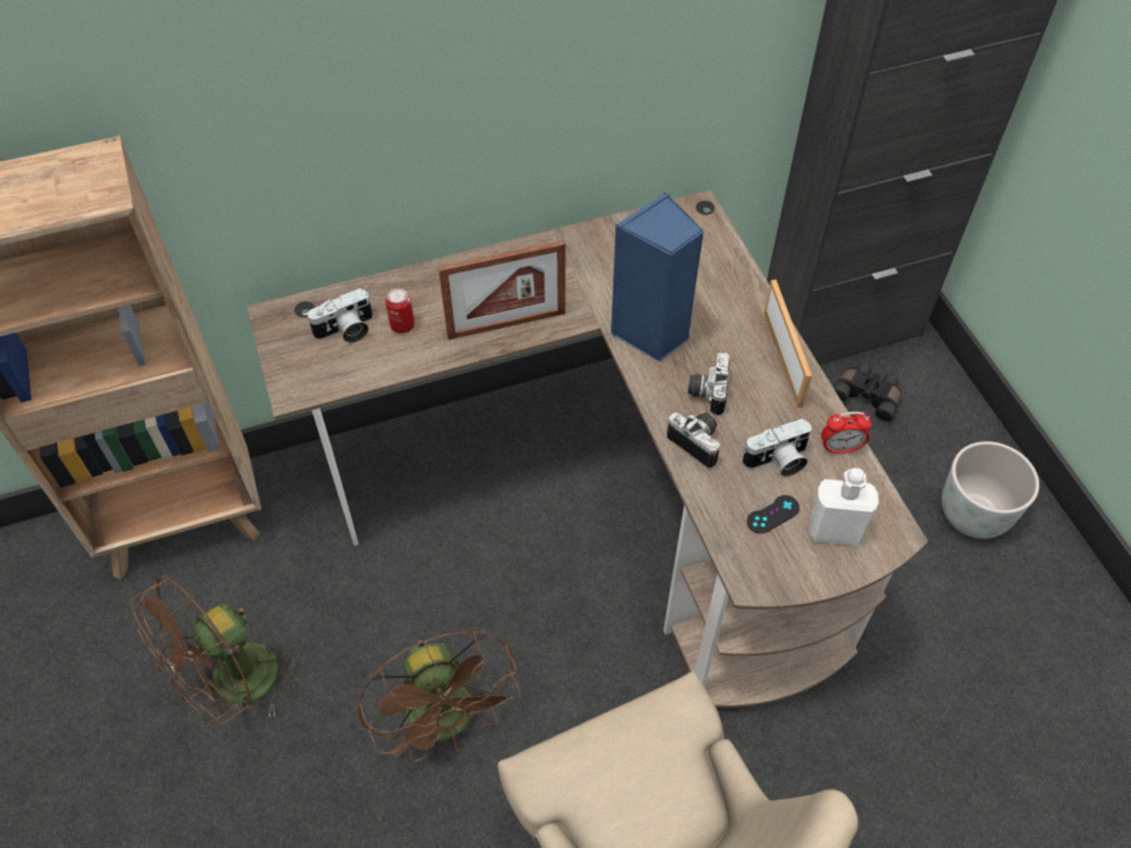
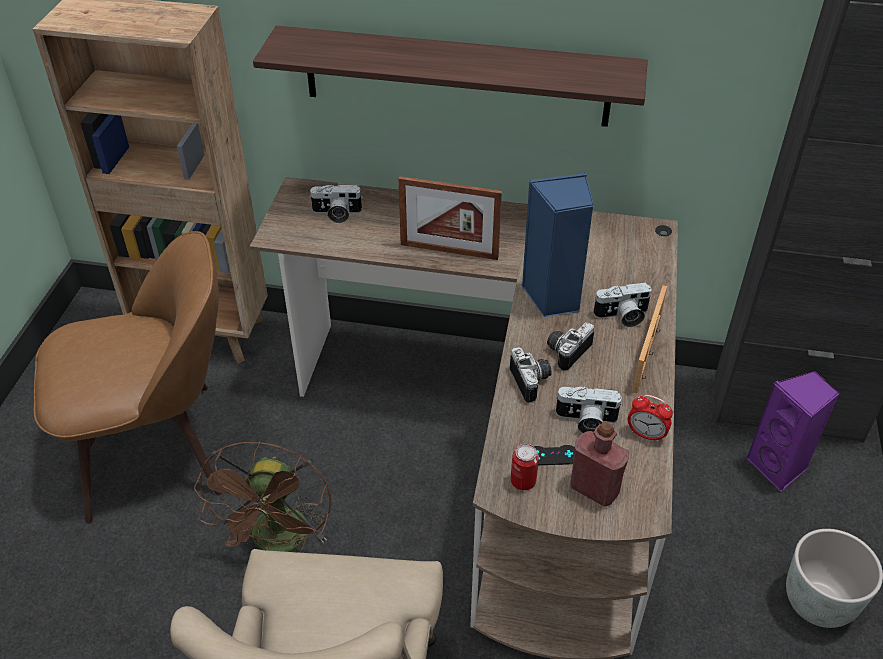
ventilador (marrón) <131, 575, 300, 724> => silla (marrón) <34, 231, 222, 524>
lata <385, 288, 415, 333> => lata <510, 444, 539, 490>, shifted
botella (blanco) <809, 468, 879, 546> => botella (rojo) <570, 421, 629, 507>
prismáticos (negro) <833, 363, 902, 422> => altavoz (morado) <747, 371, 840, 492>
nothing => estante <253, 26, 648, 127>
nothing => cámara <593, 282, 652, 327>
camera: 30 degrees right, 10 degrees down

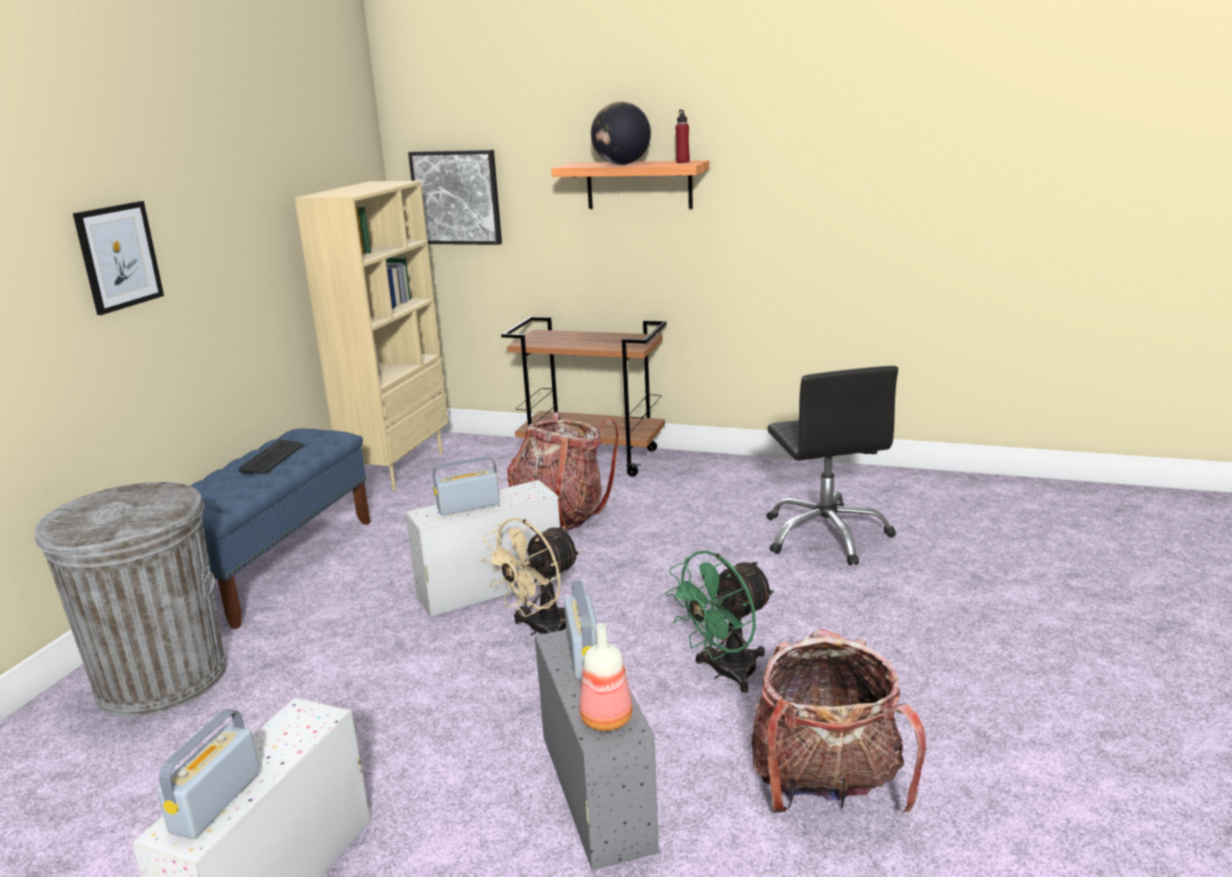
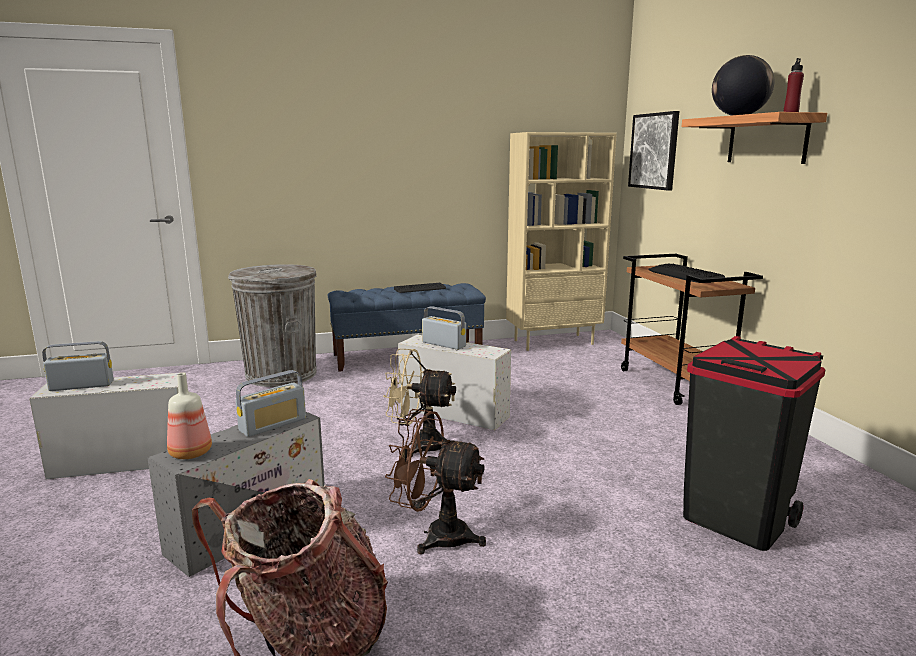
cuadro <73, 201, 164, 315> => nothing
mochila <507, 412, 619, 532> => nothing
ventilador (verde) <665, 550, 774, 692> => ventilador (marrón) <385, 409, 486, 555>
silla de oficina (negro) <767, 366, 898, 566> => papelera (negro) <683, 336, 825, 551>
nothing => teclado <648, 263, 725, 283>
camera: 55 degrees right, 5 degrees down

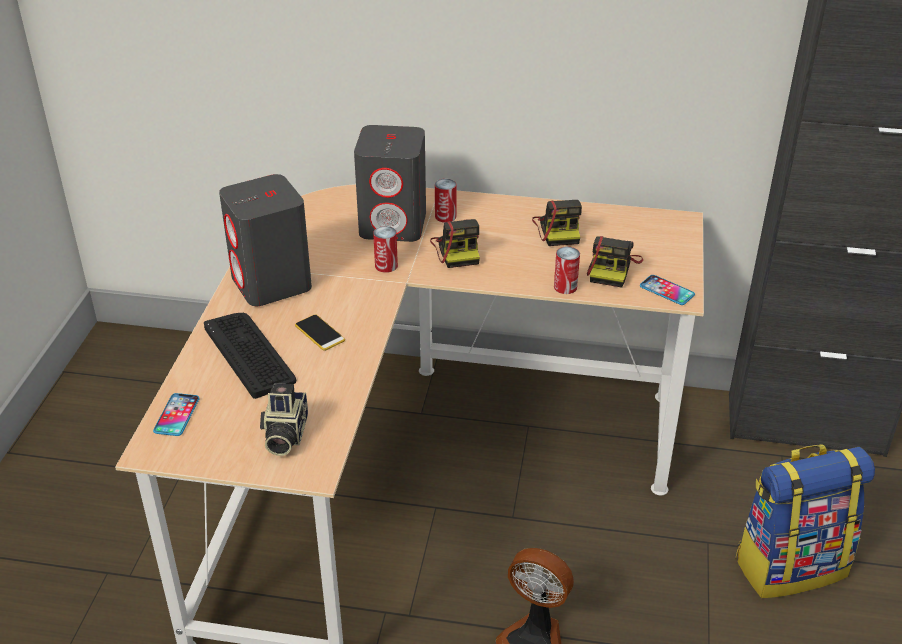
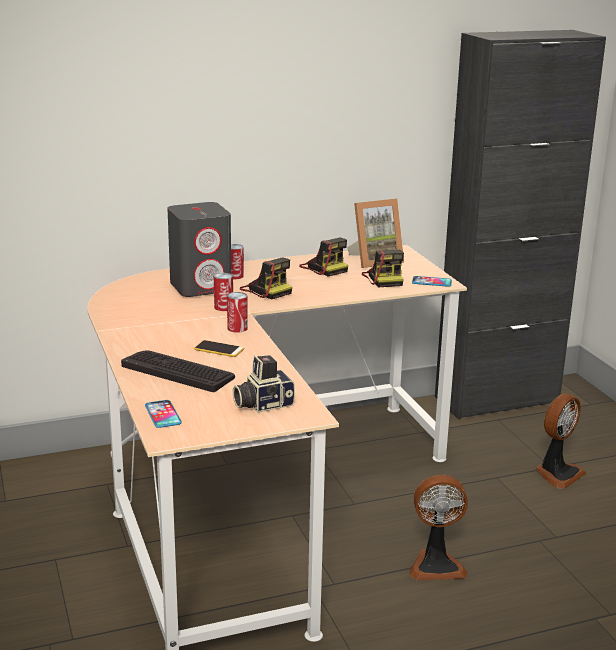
altavoz (gris) <219, 174, 312, 306> => nothing
cámara <260, 383, 308, 456> => cámara <233, 355, 295, 412>, 90 degrees clockwise
lata <554, 247, 580, 294> => lata <227, 292, 248, 333>, shifted
mochila <735, 444, 875, 598> => ventilador <536, 393, 586, 489>
nothing => portarretratos <347, 199, 404, 268>
camera: 30 degrees left, 15 degrees down

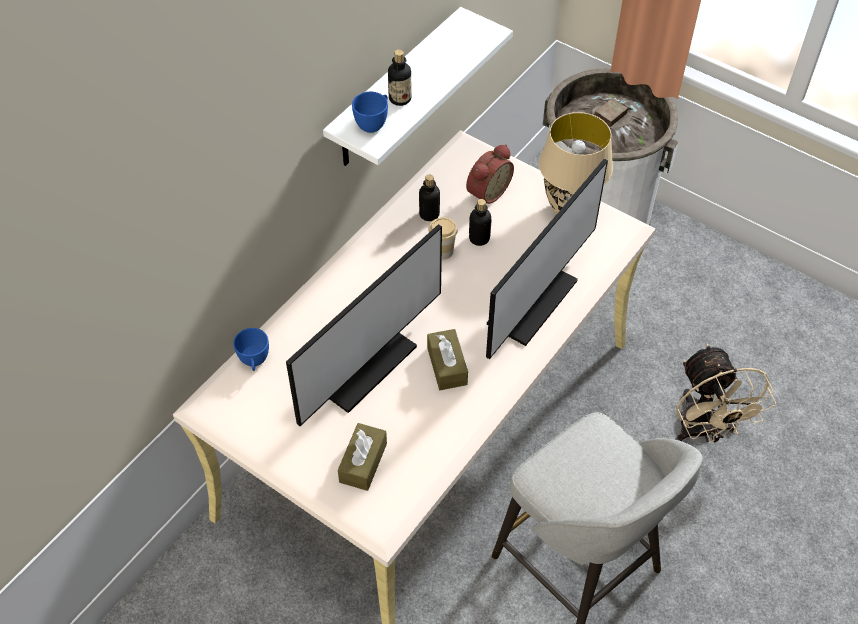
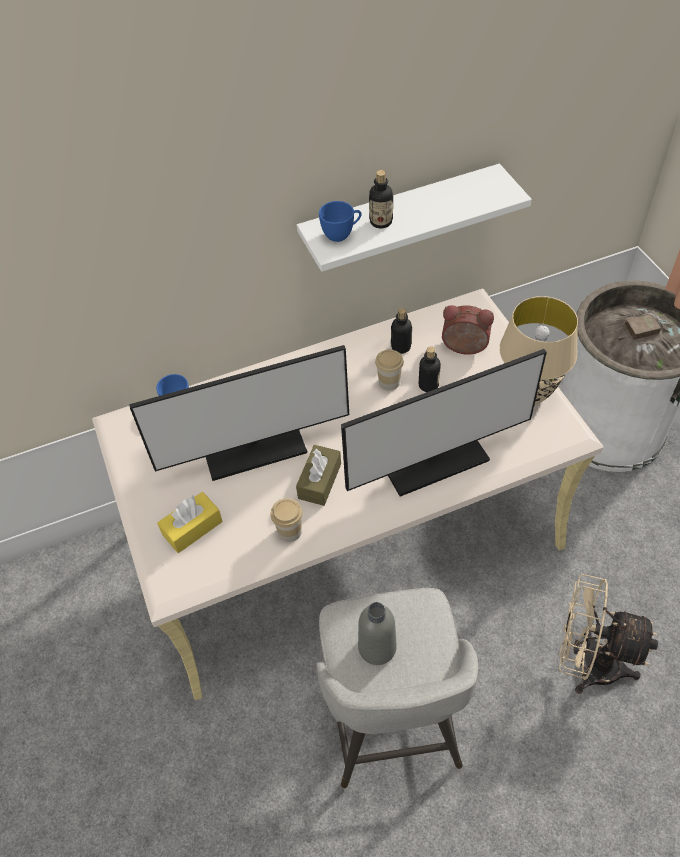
caja de pañuelos (marrón) <338, 423, 387, 491> => caja de pañuelos (amarillo) <157, 492, 223, 553>
despertador <466, 144, 514, 204> => despertador <442, 305, 494, 355>, 150 degrees counterclockwise
ventilador (beis) <675, 344, 776, 443> => ventilador (beis) <559, 574, 658, 694>, 90 degrees clockwise
nothing => taza <270, 498, 303, 542>
nothing => botella (gris) <358, 602, 396, 665>
camera: 35 degrees right, 0 degrees up

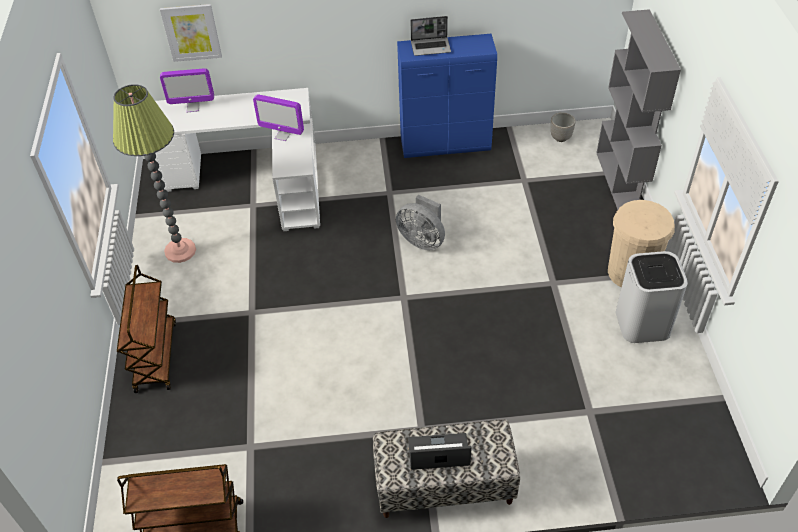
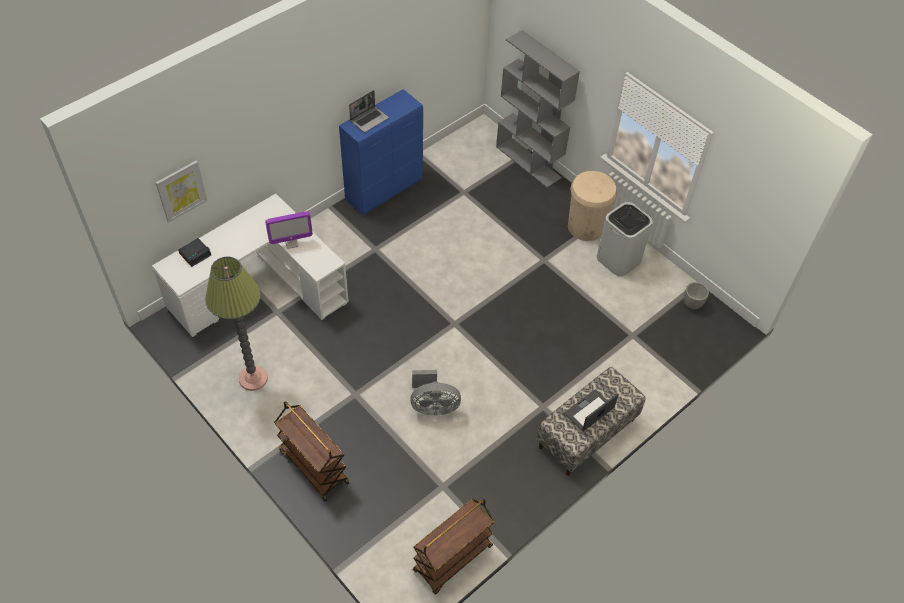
monitor <160, 68, 214, 112> => despertador <178, 238, 211, 267>
ventilador (gris) <396, 195, 445, 250> => ventilador (gris) <410, 370, 461, 415>, shifted
maceta <550, 112, 576, 142> => maceta <684, 282, 709, 309>, shifted
camera: 40 degrees left, 5 degrees up

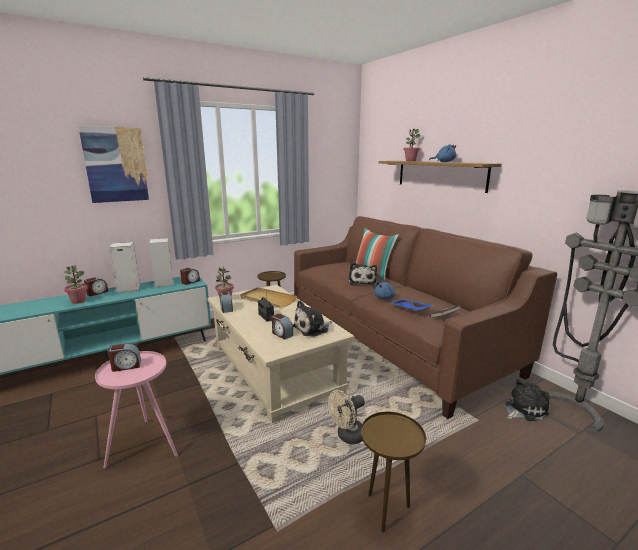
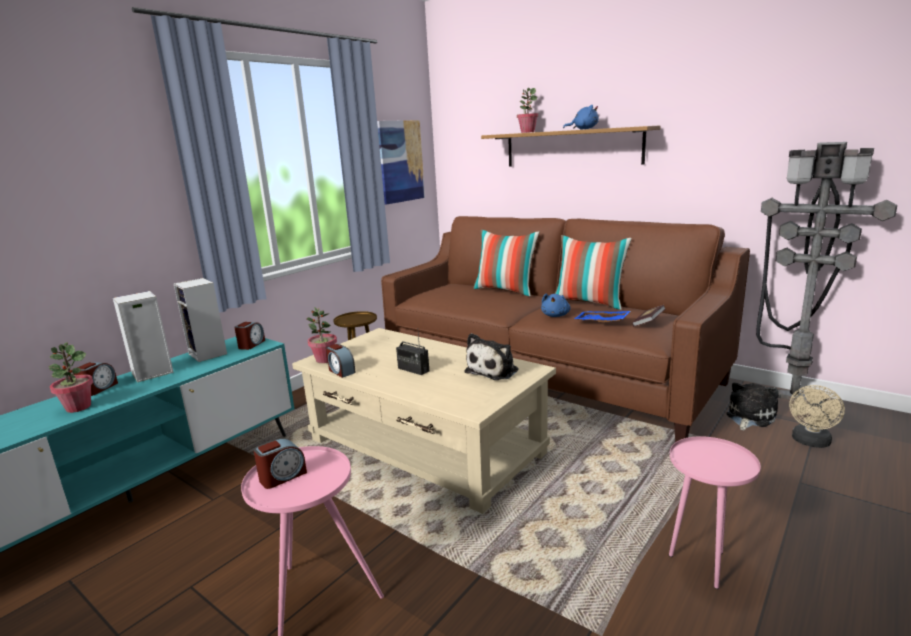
cuadro <78, 126, 150, 203> => cuadro <377, 120, 425, 205>, shifted
bandeja (beis) <240, 287, 297, 308> => nothing
despertador <272, 314, 293, 340> => nothing
ventilador (beis) <328, 390, 365, 444> => ventilador (beis) <789, 385, 845, 448>, shifted
peluche <349, 262, 377, 285> => nothing
mesa auxiliar (marrón) <361, 412, 426, 532> => mesa auxiliar (rosa) <669, 436, 761, 589>
nothing => cojín <555, 235, 632, 310>
camera: 20 degrees left, 0 degrees up

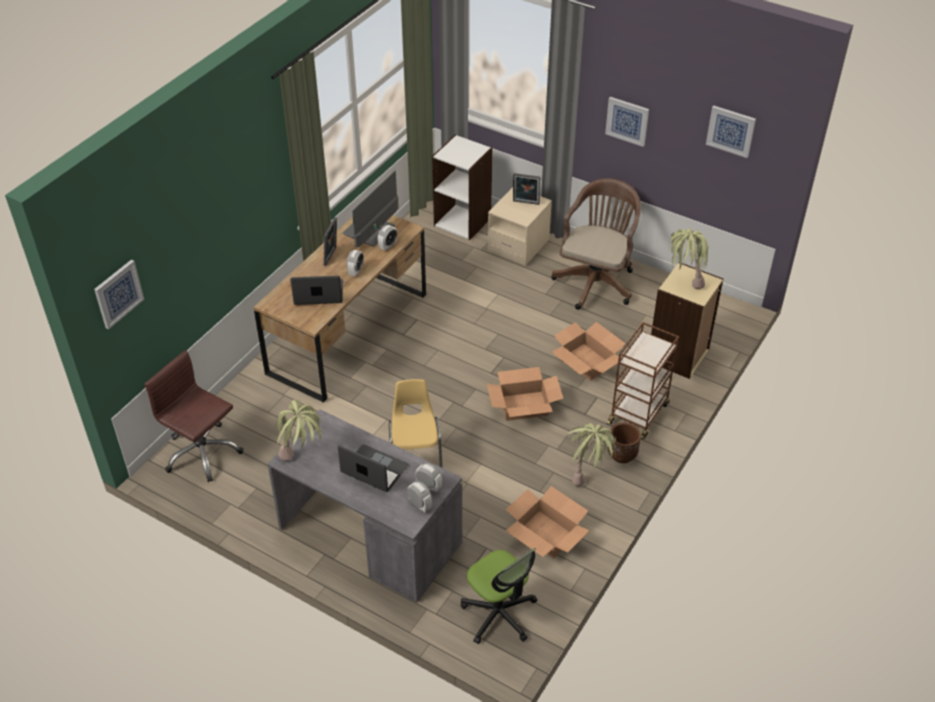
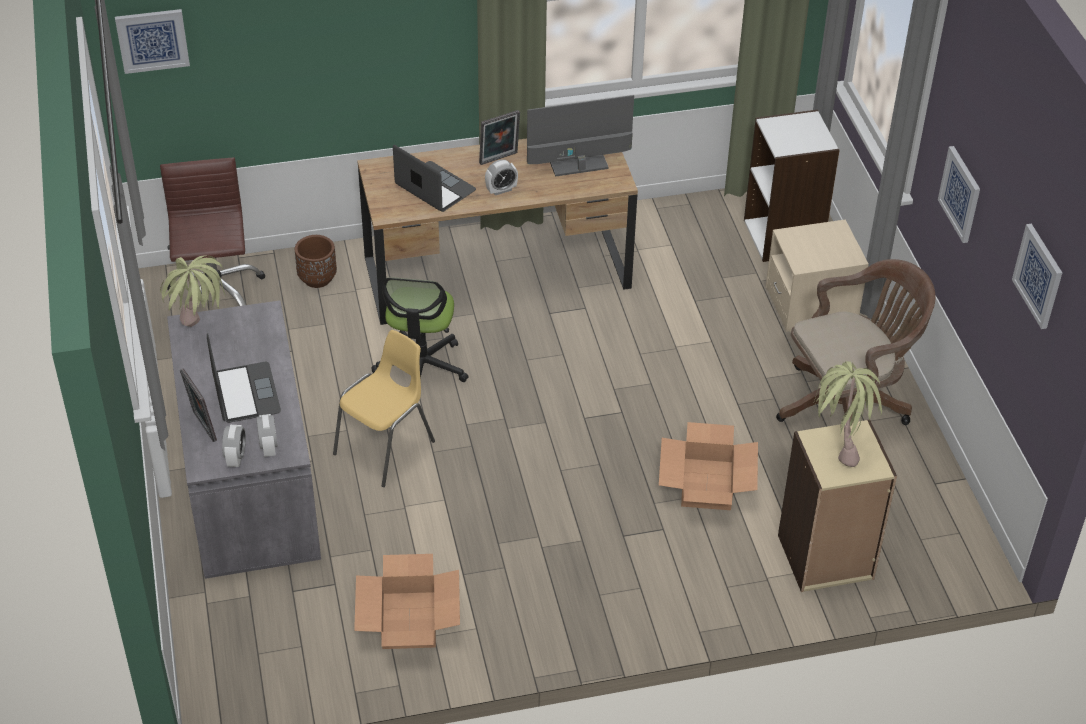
despertador <377, 225, 397, 251> => nothing
silla de oficina <460, 548, 537, 644> => silla de oficina <371, 277, 469, 382>, shifted
caja de cartón <487, 367, 564, 421> => nothing
portarretratos <513, 173, 540, 205> => portarretratos <180, 368, 217, 442>, shifted
planta en maceta <567, 423, 616, 487> => nothing
carrito (marrón) <607, 322, 679, 440> => nothing
maceta (marrón) <608, 423, 641, 463> => maceta (marrón) <295, 235, 337, 288>, shifted
camera: 45 degrees right, 0 degrees up

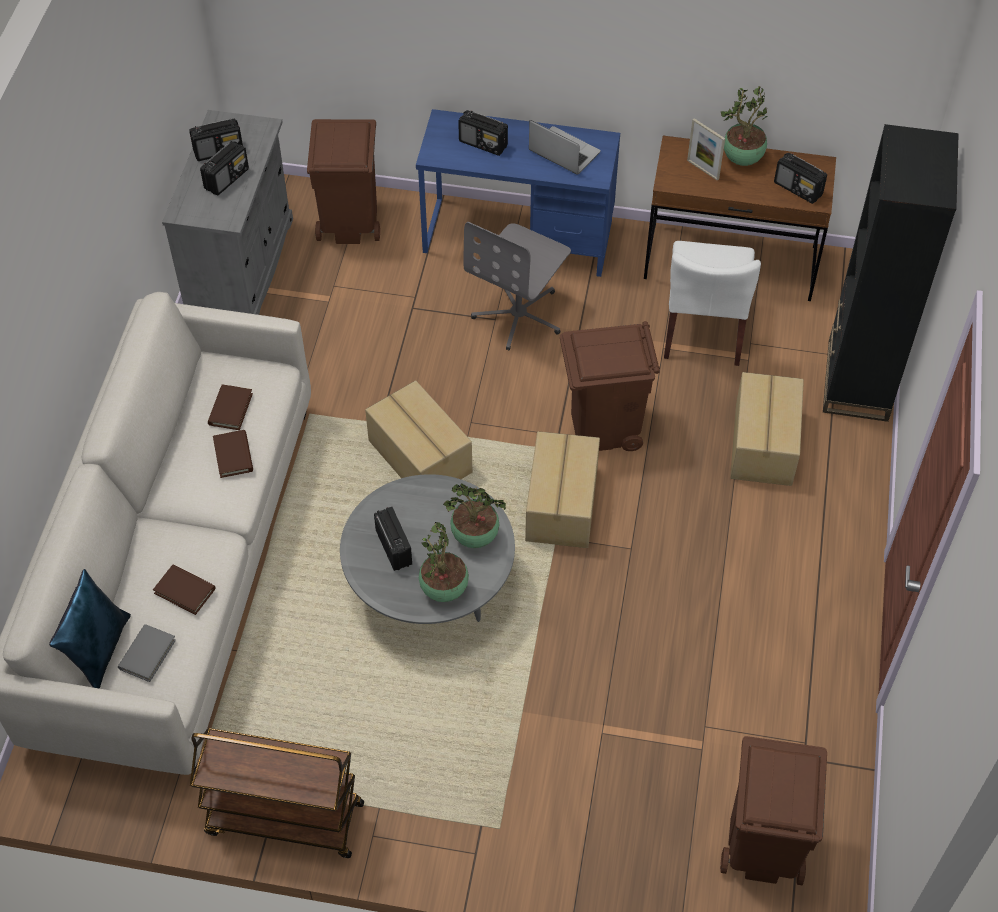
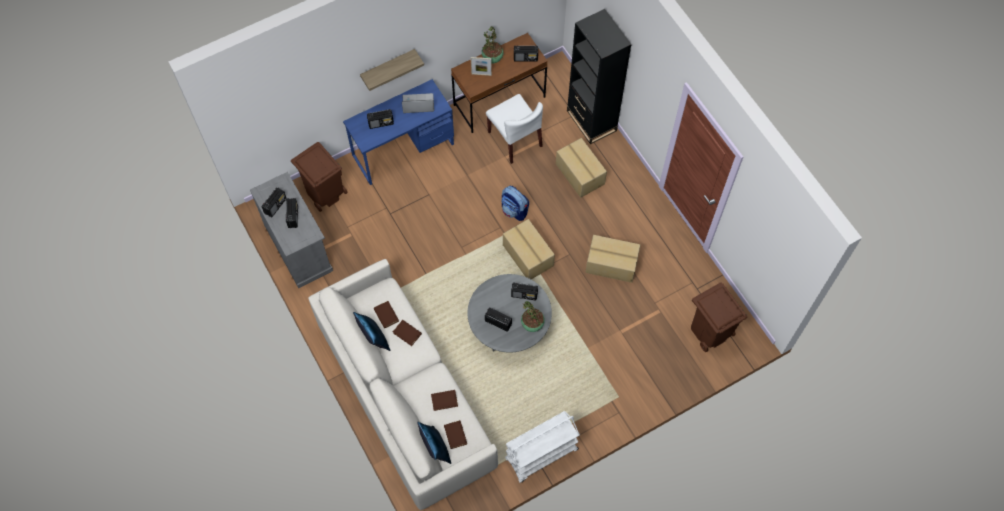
libro (gris) <118, 624, 176, 682> => libro (marrón) <444, 420, 467, 449>
carrito (marrón) <190, 728, 364, 858> => carrito (blanco) <505, 411, 580, 483>
caja de cartón <365, 380, 472, 479> => caja de cartón <585, 235, 640, 283>, shifted
planta en maceta <443, 484, 506, 548> => radio <511, 282, 538, 301>
silla de oficina (gris) <464, 222, 571, 350> => nothing
papelera (marrón) <560, 321, 660, 451> => mochila <502, 186, 529, 221>
nothing => cojín (azul) <353, 312, 390, 351>
nothing => estante <360, 49, 424, 91>
camera: 40 degrees left, 10 degrees up

